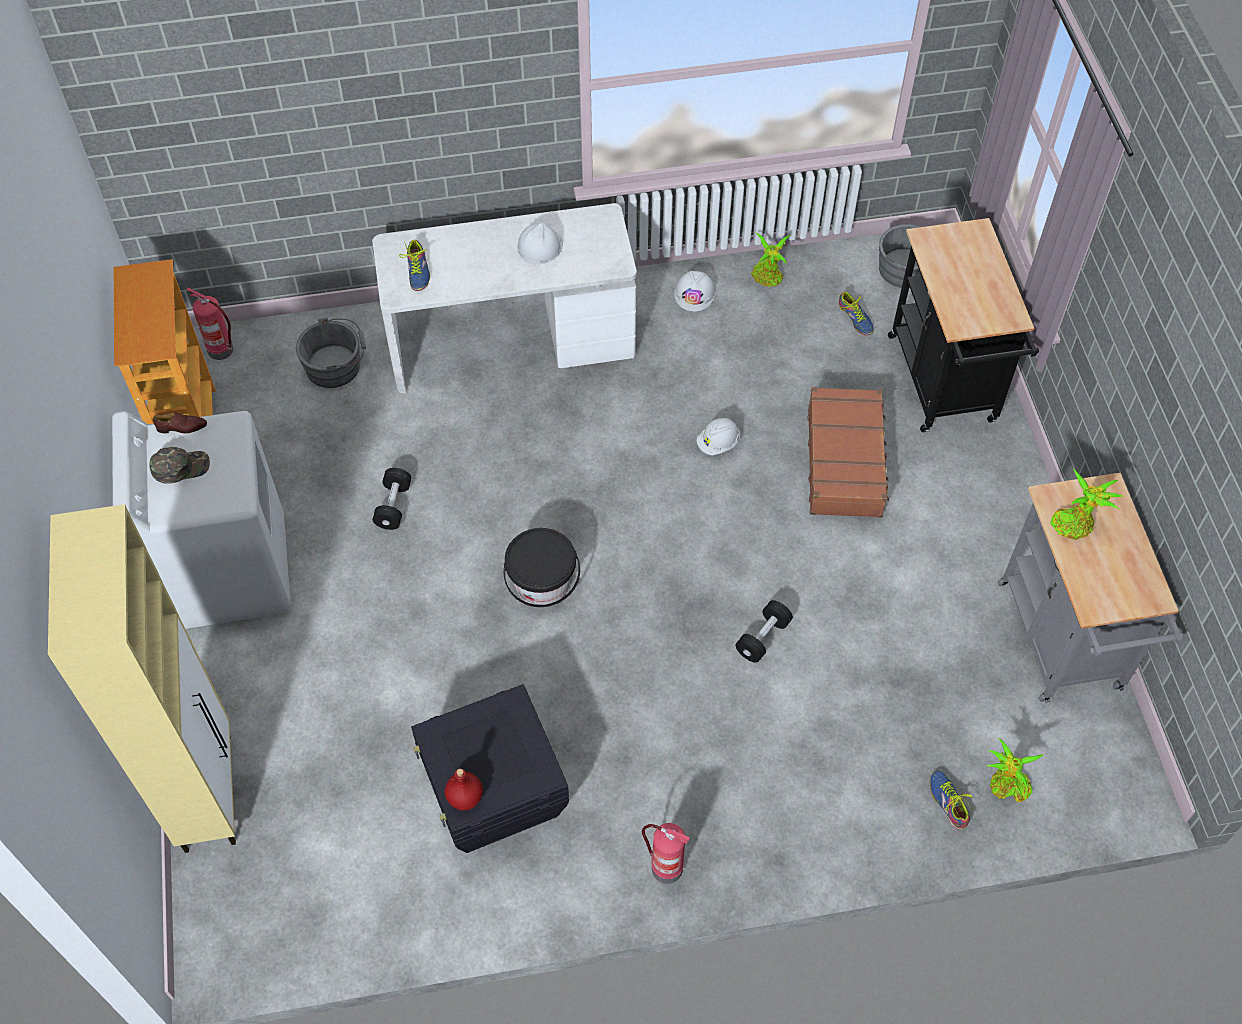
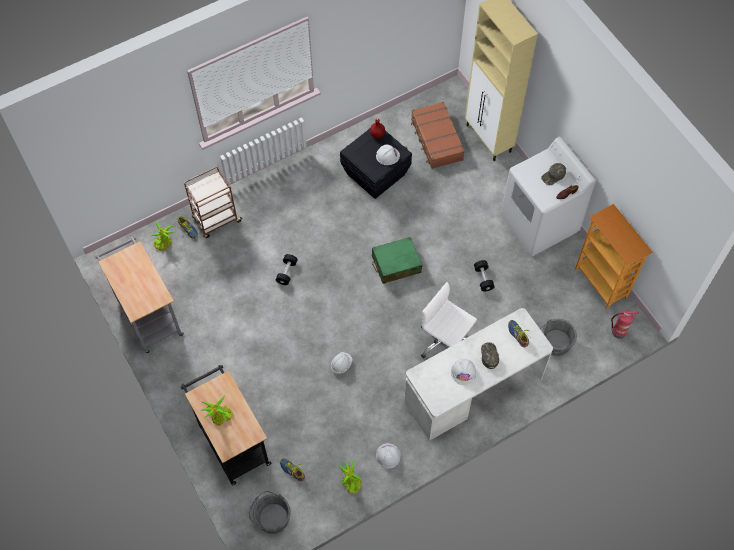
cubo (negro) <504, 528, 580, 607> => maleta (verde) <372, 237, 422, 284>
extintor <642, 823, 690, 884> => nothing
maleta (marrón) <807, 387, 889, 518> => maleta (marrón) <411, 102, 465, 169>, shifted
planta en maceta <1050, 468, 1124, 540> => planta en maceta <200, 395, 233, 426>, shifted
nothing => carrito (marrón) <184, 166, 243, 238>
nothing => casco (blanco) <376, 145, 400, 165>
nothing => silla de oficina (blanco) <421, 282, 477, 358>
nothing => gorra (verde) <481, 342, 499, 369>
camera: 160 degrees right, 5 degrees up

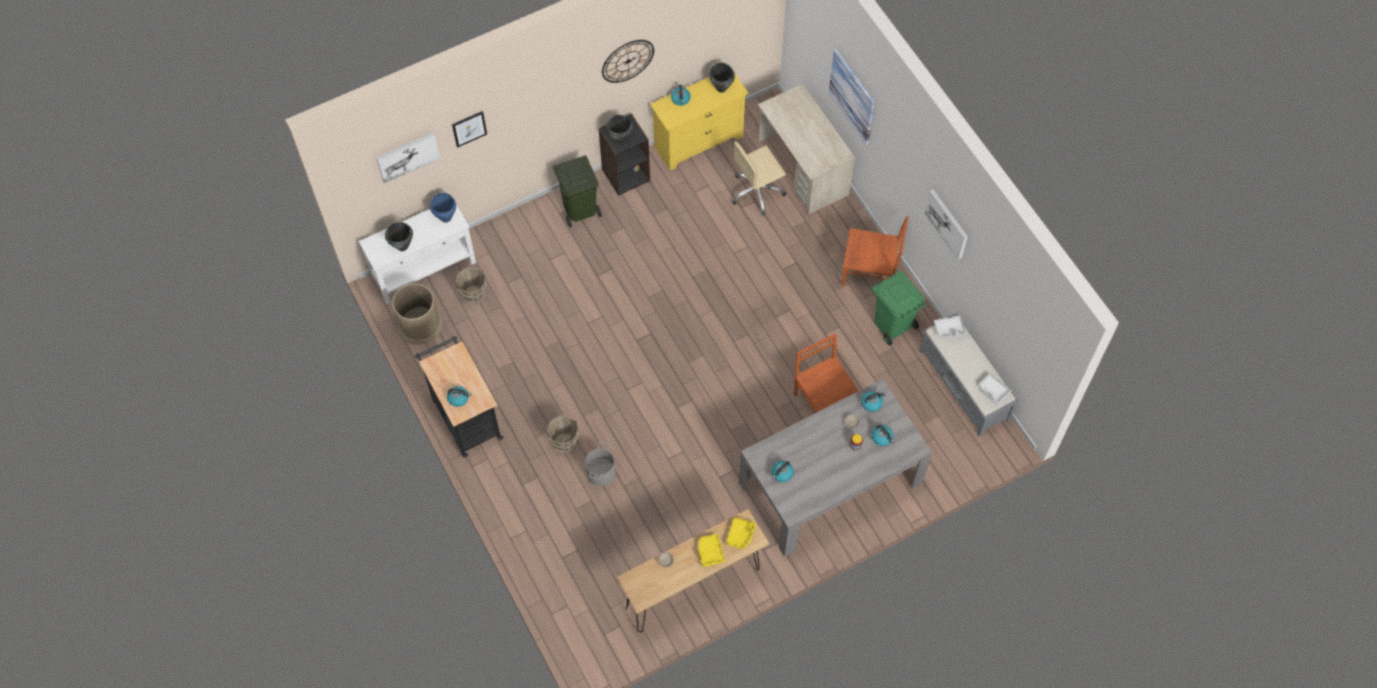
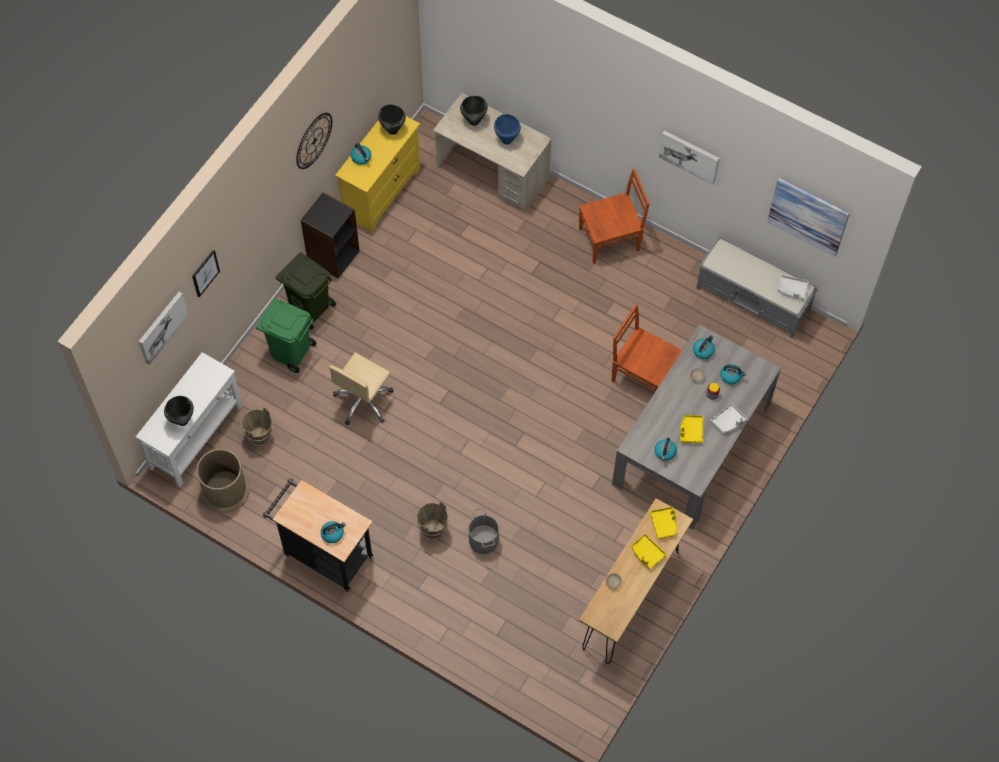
olla (azul) <430, 192, 456, 223> => olla (azul) <494, 114, 521, 145>, shifted
olla (negro) <606, 115, 633, 144> => olla (negro) <460, 96, 488, 126>, shifted
silla de oficina (beis) <732, 142, 786, 216> => silla de oficina (beis) <329, 353, 393, 425>, shifted
cuadro <828, 49, 875, 145> => cuadro <767, 178, 850, 257>, shifted
papelera (verde) <871, 270, 926, 345> => papelera (verde) <256, 298, 317, 373>, shifted
bandeja (gris) <934, 316, 966, 338> => bandeja (gris) <710, 403, 747, 434>, shifted
nothing => bandeja (amarillo) <680, 415, 703, 443>
camera: 30 degrees left, 0 degrees up

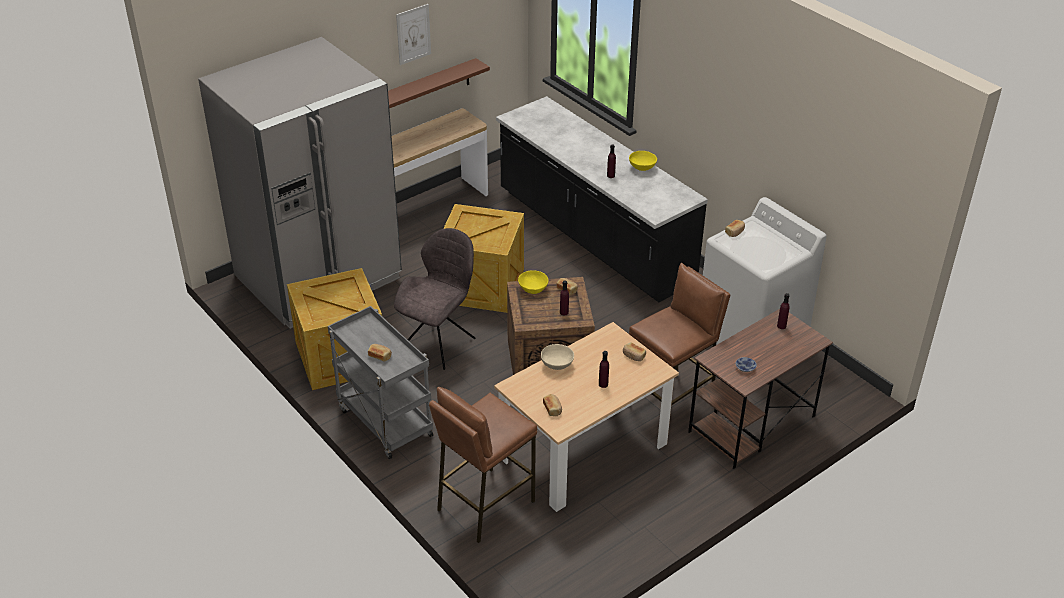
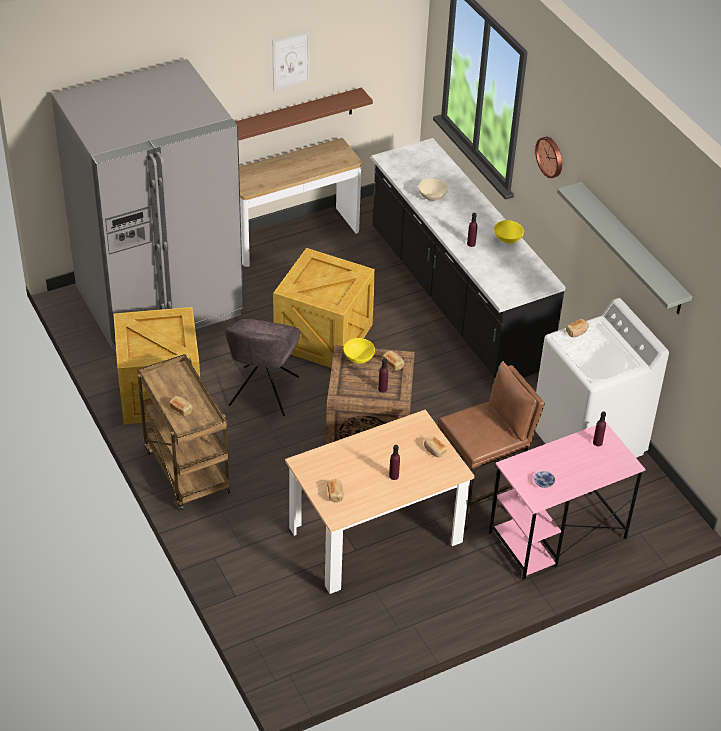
carrito (gris) <328, 306, 434, 459> => carrito (marrón) <137, 354, 230, 511>
silla (gris) <394, 228, 476, 370> => silla (gris) <225, 319, 300, 416>, 150 degrees clockwise
taburete (marrón) <429, 387, 537, 543> => nothing
cuenco (beis) <541, 344, 574, 370> => cuenco (beis) <418, 179, 448, 201>, shifted
escritorio (marrón) <688, 309, 833, 469> => escritorio (rosa) <489, 423, 645, 580>
nothing => reloj de pared <535, 137, 562, 178>
nothing => estante (gris) <557, 182, 692, 314>
camera: 10 degrees right, 5 degrees up

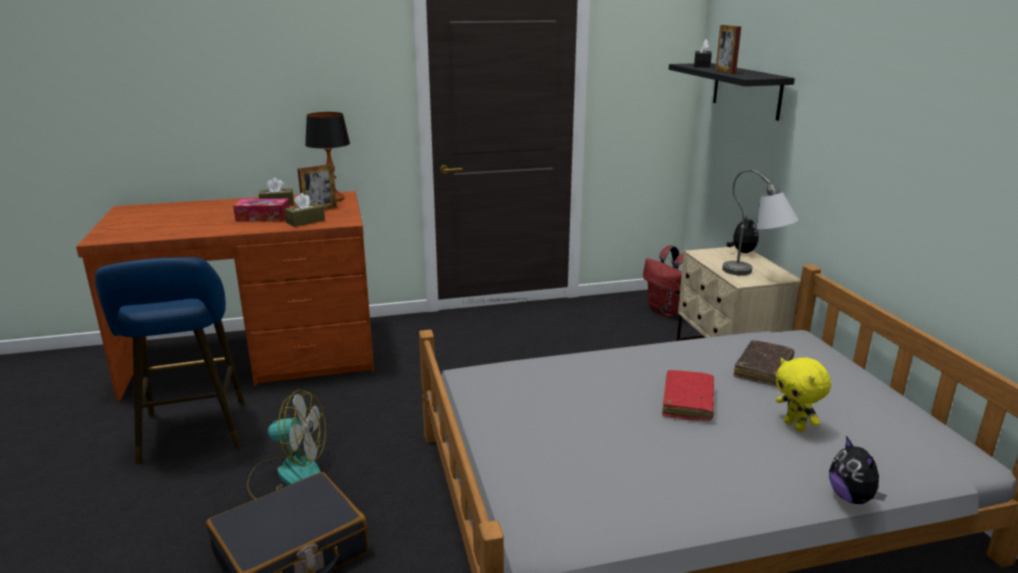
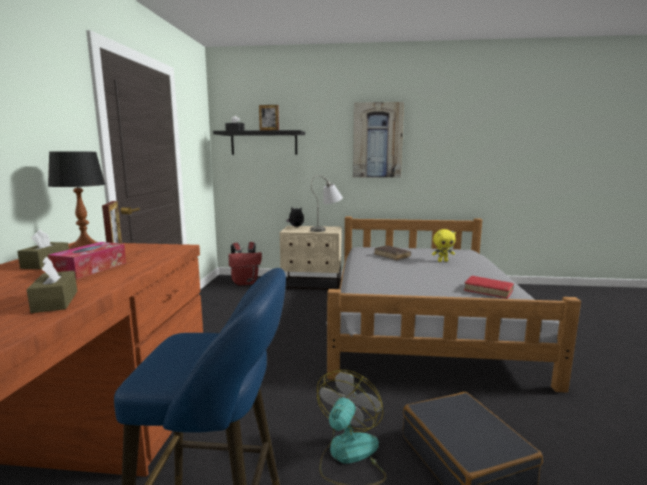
caja de pañuelos (marrón) <284, 193, 325, 227> => caja de pañuelos (marrón) <27, 257, 77, 313>, shifted
libro (rojo) <662, 370, 714, 421> => libro (rojo) <464, 276, 514, 299>, shifted
peluche <829, 436, 887, 504> => nothing
nothing => cuadro <353, 102, 404, 178>
camera: 70 degrees left, 10 degrees down

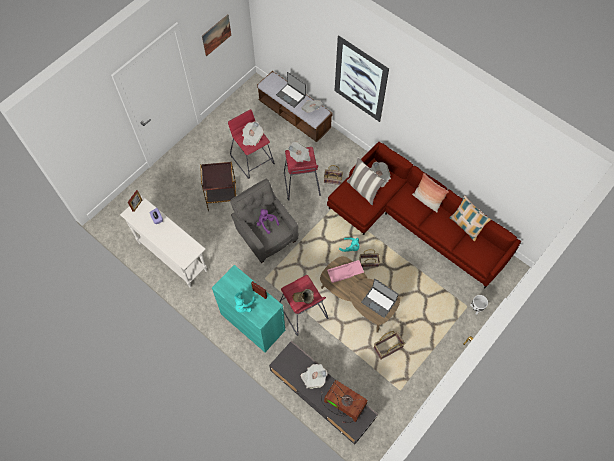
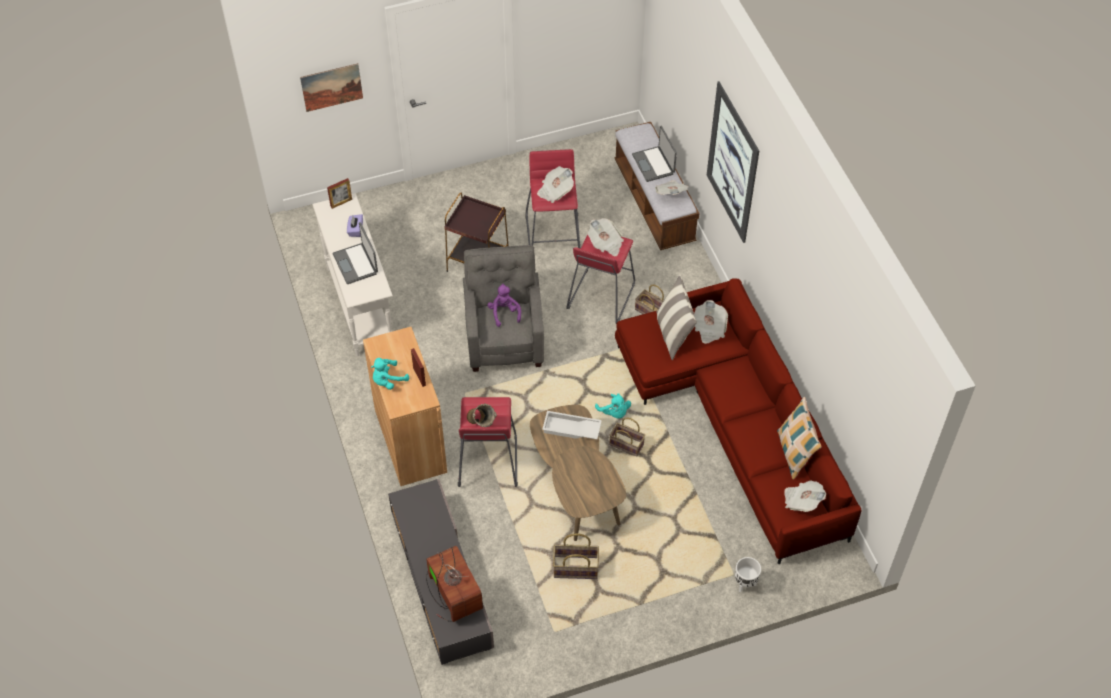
cuadro <202, 14, 231, 57> => cuadro <300, 63, 363, 112>, shifted
armario (turquesa) <212, 265, 285, 352> => armario (marrón) <363, 327, 447, 486>
periódico <301, 364, 328, 389> => periódico <784, 480, 826, 512>, shifted
bandeja (rosa) <327, 260, 364, 283> => bandeja (blanco) <542, 411, 602, 439>
portátil <361, 279, 399, 318> => portátil <333, 222, 378, 284>, shifted
cojín <412, 173, 449, 213> => nothing
camera: 30 degrees right, 10 degrees down

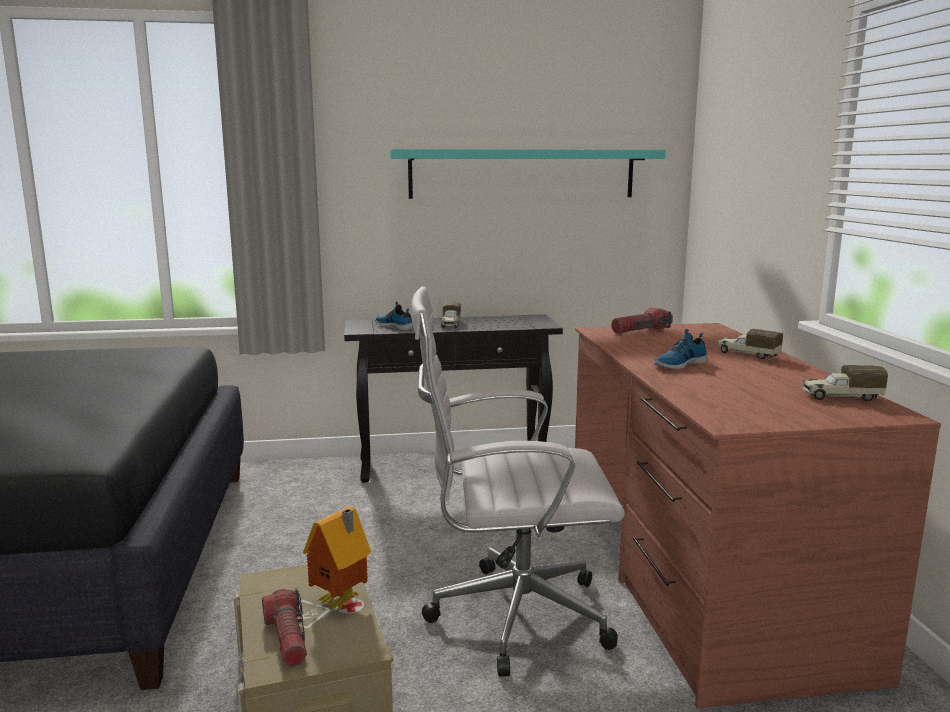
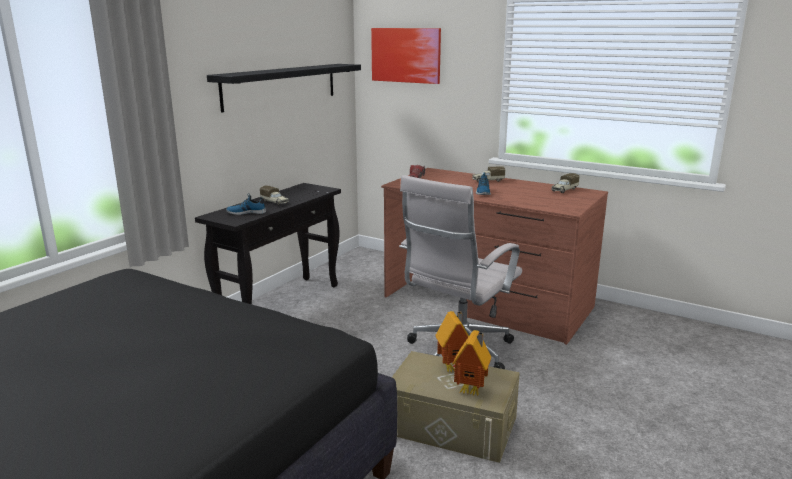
linterna <262, 588, 307, 667> => casita <452, 330, 491, 396>
estante (turquesa) <390, 149, 666, 199> => estante (negro) <207, 64, 361, 113>
nothing => cuadro <371, 28, 441, 84>
camera: 50 degrees left, 5 degrees up

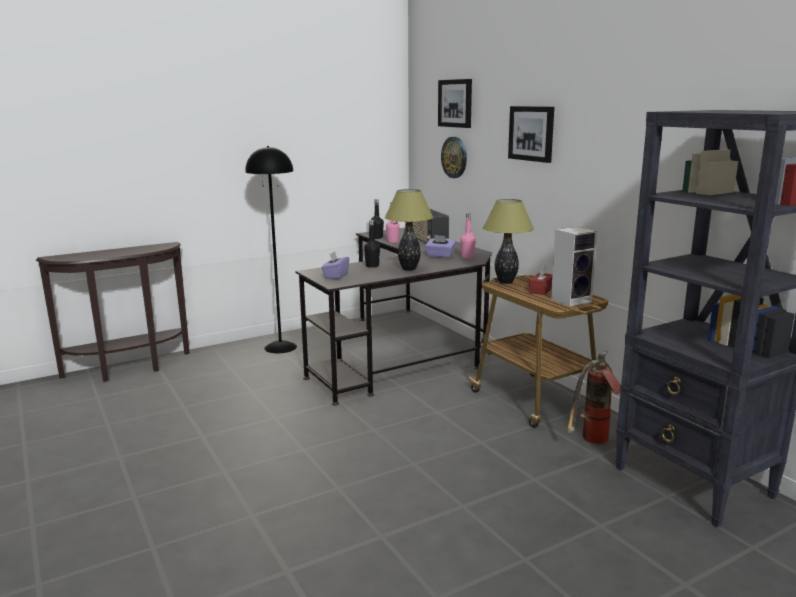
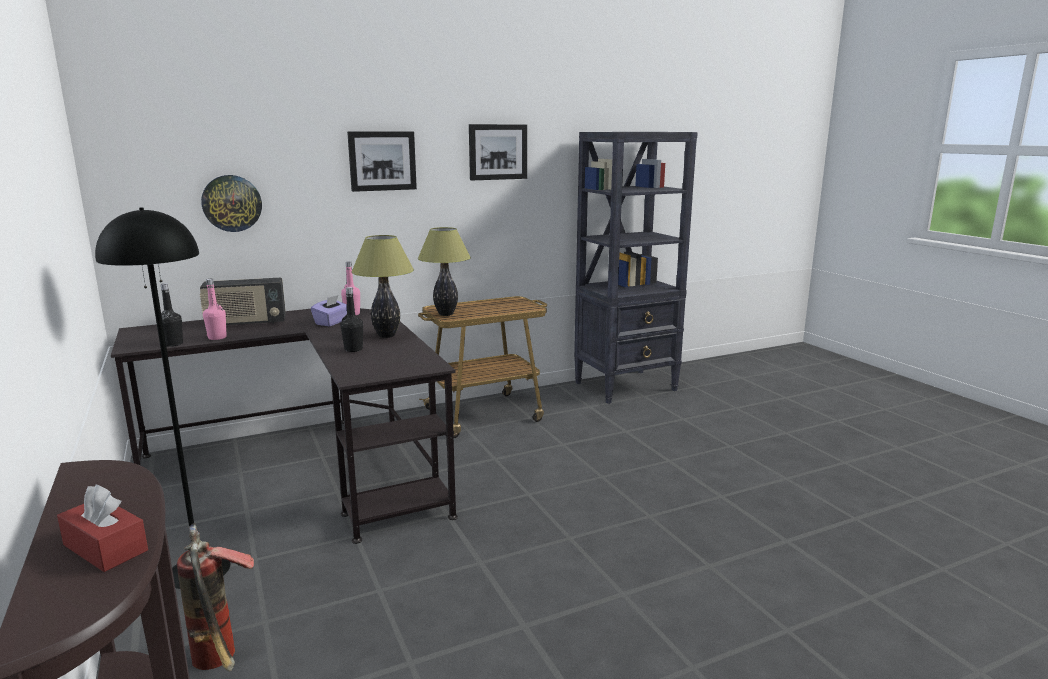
caja de pañuelos (morado) <322, 251, 349, 279> => nothing
cuadro <438, 79, 472, 128> => cuadro <469, 124, 527, 180>, shifted
caja de pañuelos (rojo) <529, 264, 552, 295> => caja de pañuelos (rojo) <57, 484, 148, 572>, shifted
altavoz <551, 227, 598, 307> => nothing
extintor <567, 351, 621, 444> => extintor <177, 523, 254, 672>, shifted
camera: 85 degrees left, 0 degrees up

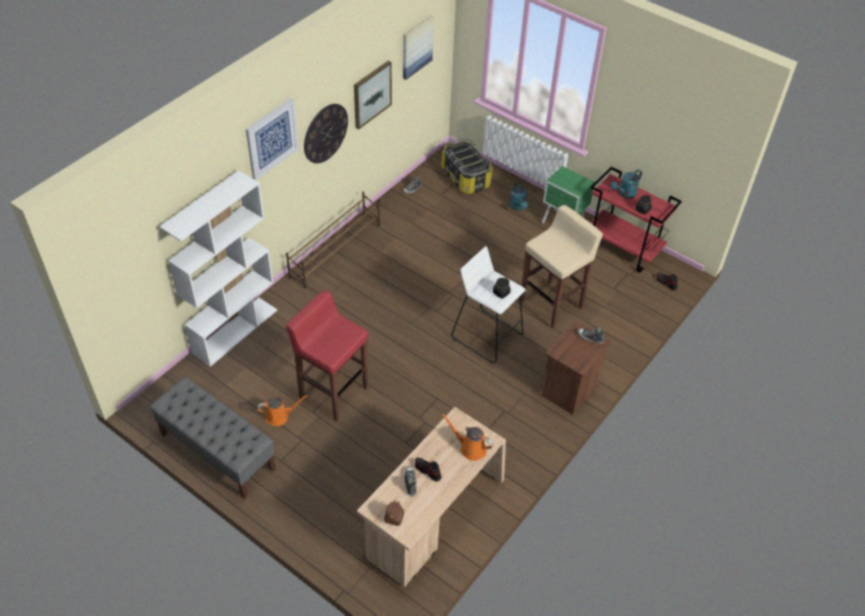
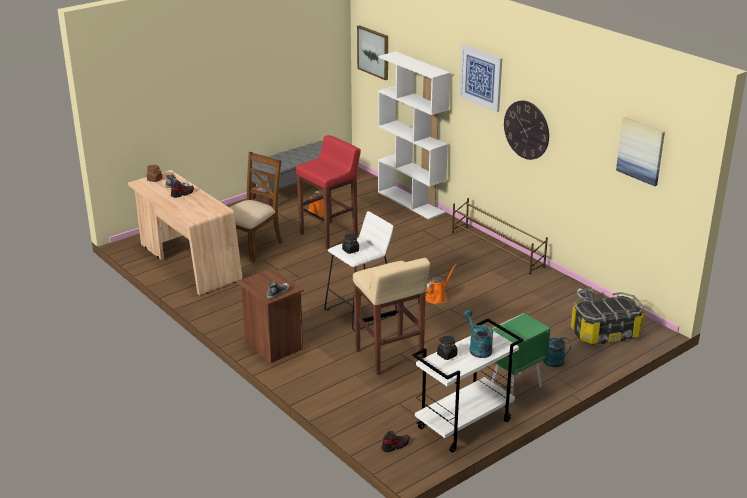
cuadro <354, 60, 392, 130> => cuadro <357, 25, 388, 80>, shifted
regadera (naranja) <442, 414, 494, 461> => regadera (naranja) <425, 264, 457, 304>, shifted
carrito (rojo) <588, 167, 682, 273> => carrito (blanco) <412, 318, 524, 453>
nothing => silla (marrón) <229, 152, 283, 263>
camera: 105 degrees right, 20 degrees down

